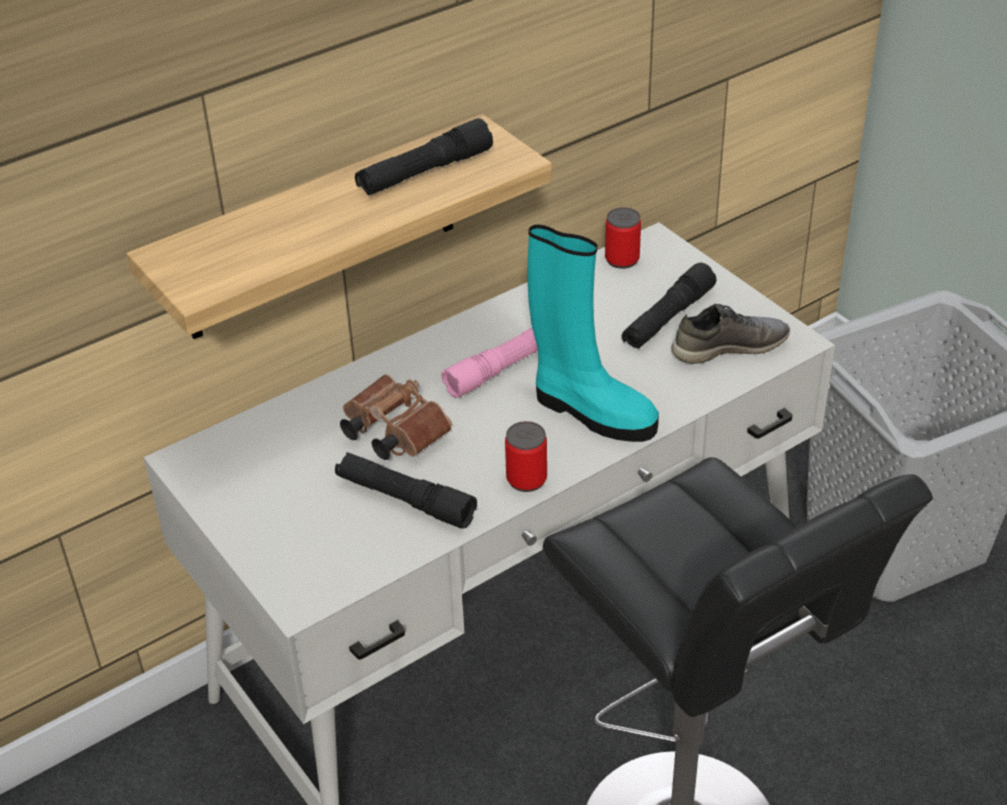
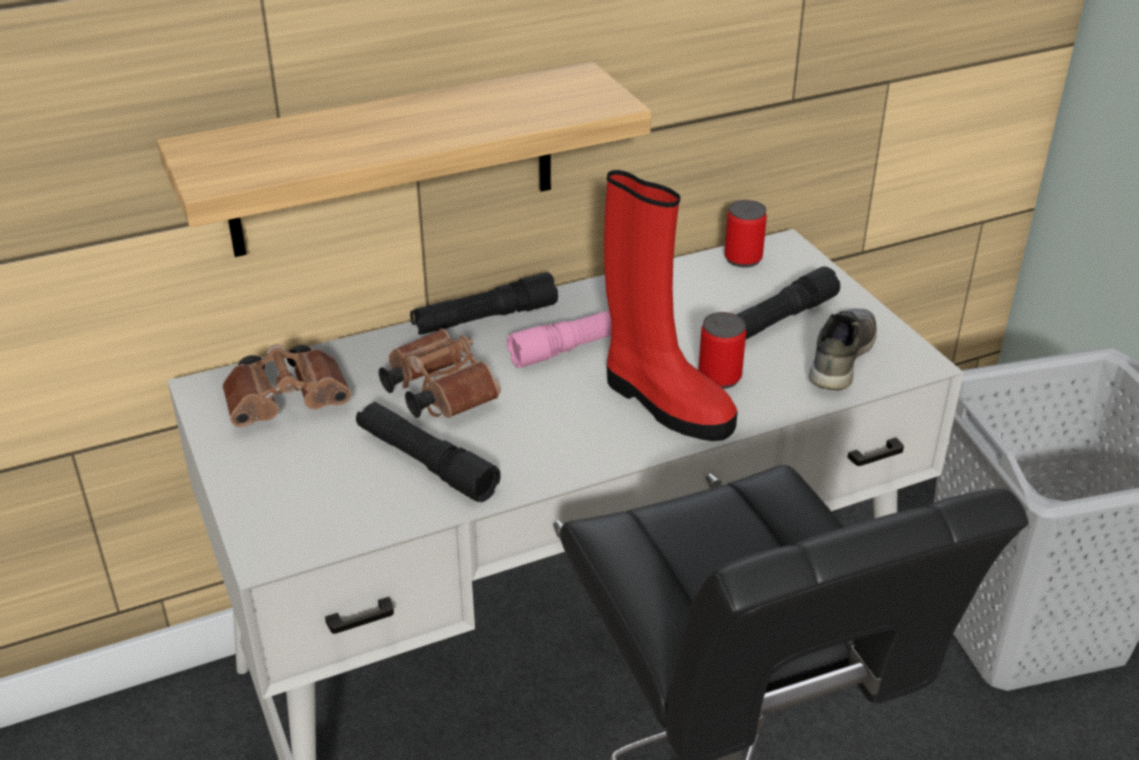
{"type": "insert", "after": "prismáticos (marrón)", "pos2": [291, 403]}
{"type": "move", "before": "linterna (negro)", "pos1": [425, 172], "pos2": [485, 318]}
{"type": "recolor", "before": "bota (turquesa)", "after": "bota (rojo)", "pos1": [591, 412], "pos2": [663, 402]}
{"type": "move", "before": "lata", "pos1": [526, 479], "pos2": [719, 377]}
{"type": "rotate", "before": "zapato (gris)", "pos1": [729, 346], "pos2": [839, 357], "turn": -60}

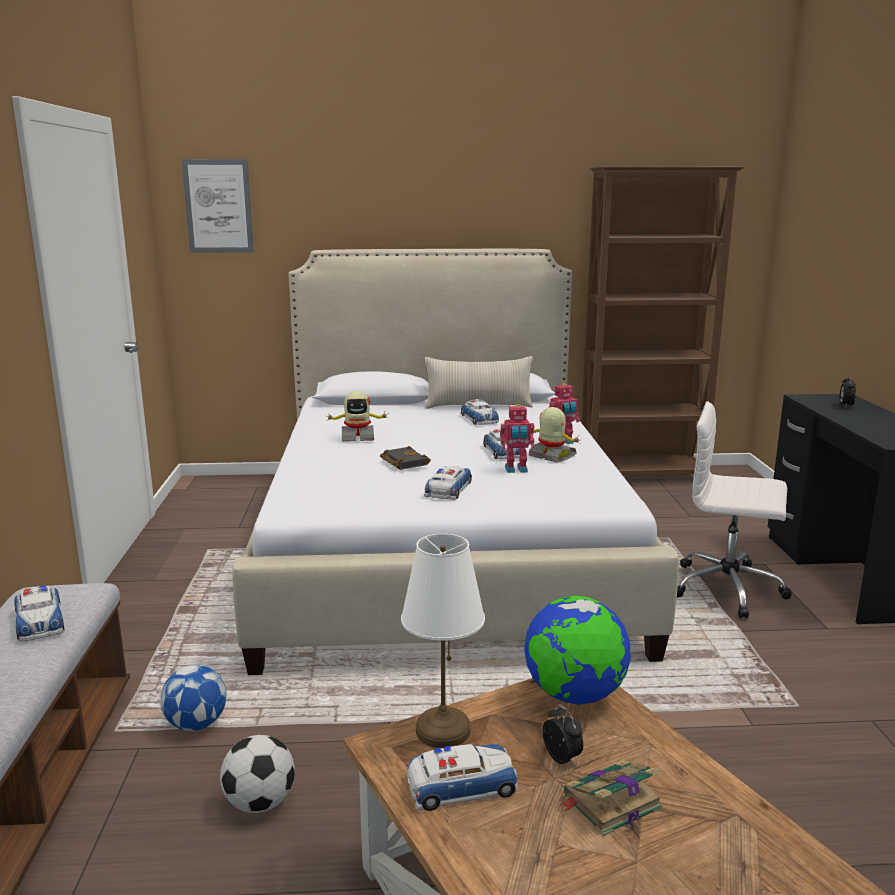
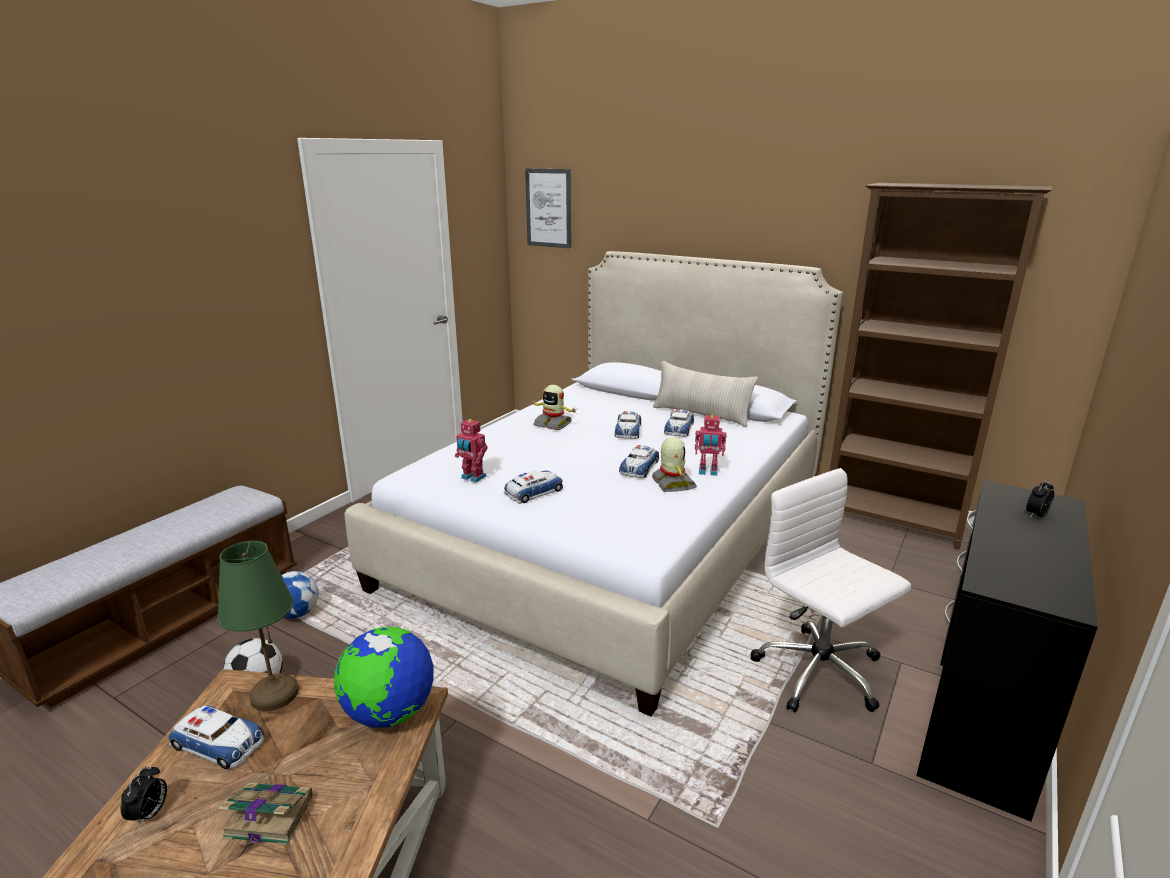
{"type": "move", "before": "despertador", "pos1": [562, 759], "pos2": [150, 814]}
{"type": "recolor", "before": "lámpara de mesa (blanco)", "after": "lámpara de mesa (verde)", "pos1": [443, 731], "pos2": [273, 695]}
{"type": "move", "before": "robot de juguete", "pos1": [516, 470], "pos2": [472, 478]}
{"type": "move", "before": "coche de juguete", "pos1": [40, 621], "pos2": [628, 430]}
{"type": "delete", "before": "libro (negro)", "pos1": [402, 462]}

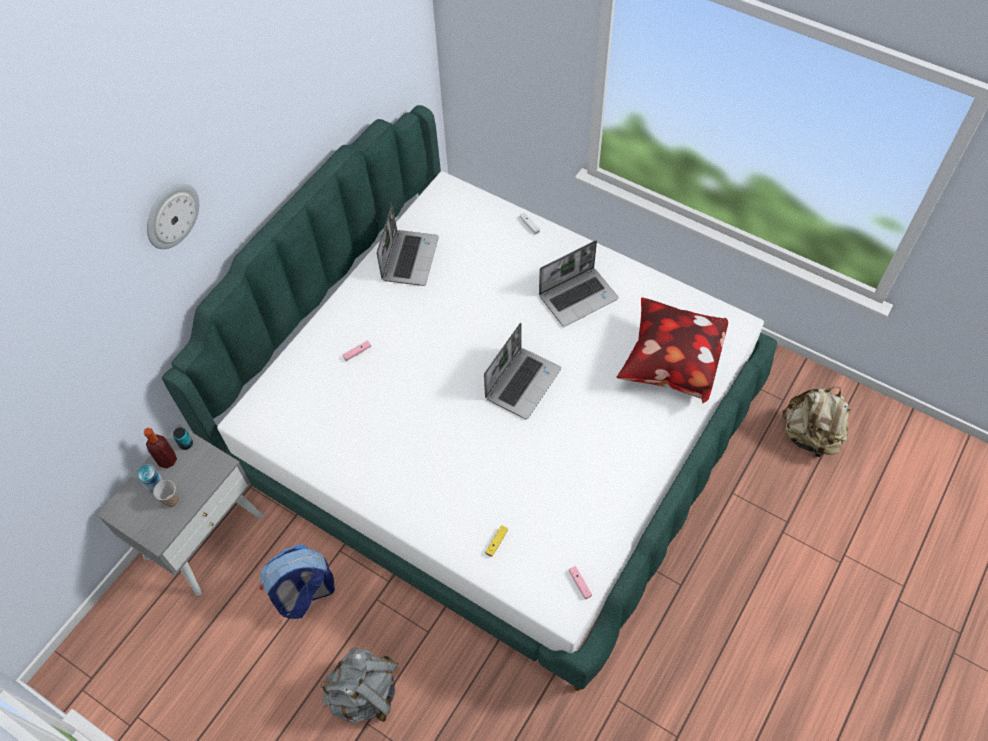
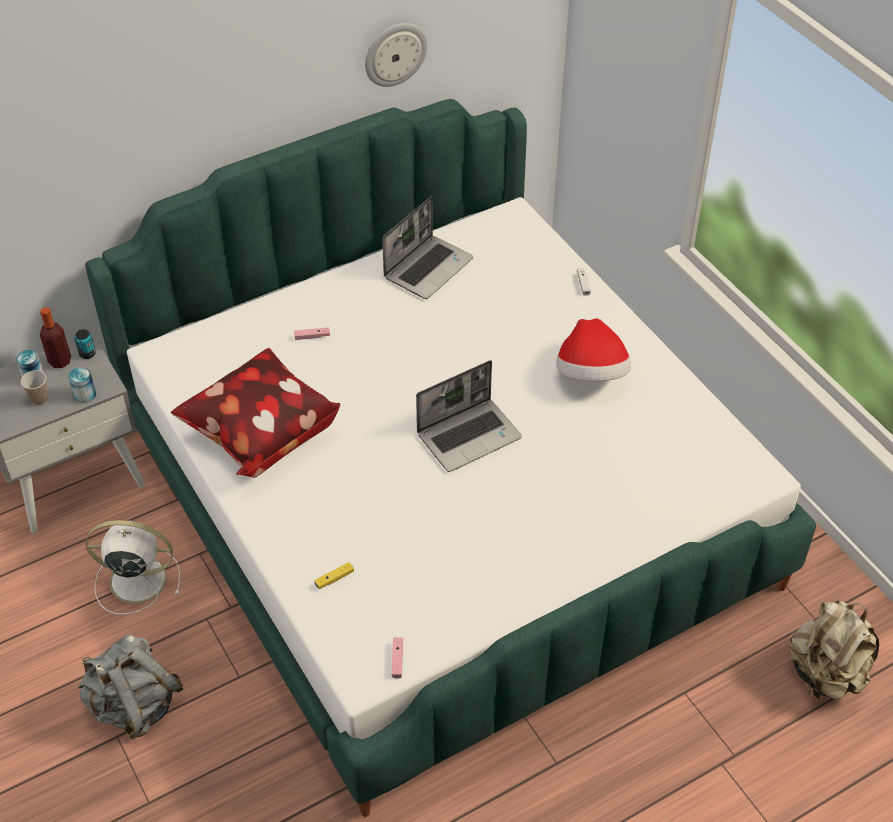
{"type": "insert", "after": "lata", "pos2": [85, 394]}
{"type": "replace", "before": "mochila", "after": "ventilador (blanco)", "pos1": [304, 595], "pos2": [135, 580]}
{"type": "move", "before": "cojín", "pos1": [669, 365], "pos2": [259, 435]}
{"type": "move", "before": "reloj de pared", "pos1": [171, 215], "pos2": [395, 53]}
{"type": "replace", "before": "portátil", "after": "sombrero", "pos1": [578, 296], "pos2": [591, 375]}

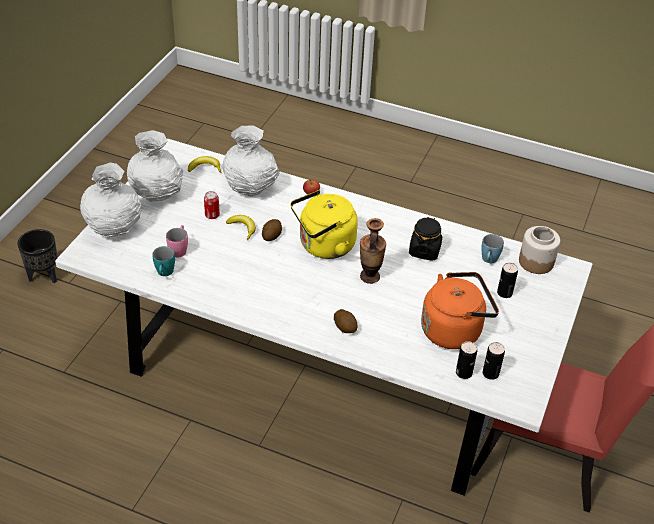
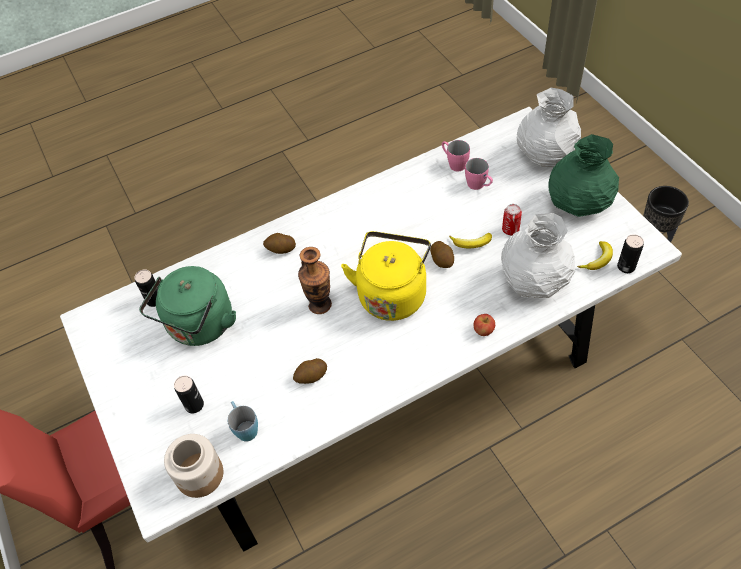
{"type": "recolor", "before": "hervidor (naranja)", "after": "hervidor (verde)", "pos1": [454, 330], "pos2": [199, 327]}
{"type": "replace", "before": "tarro (negro)", "after": "patata", "pos1": [424, 250], "pos2": [311, 377]}
{"type": "recolor", "before": "taza grande (turquesa)", "after": "taza grande (rosa)", "pos1": [164, 273], "pos2": [454, 163]}
{"type": "recolor", "before": "florero (blanco)", "after": "florero (verde)", "pos1": [157, 193], "pos2": [577, 204]}
{"type": "move", "before": "lata", "pos1": [490, 373], "pos2": [626, 267]}

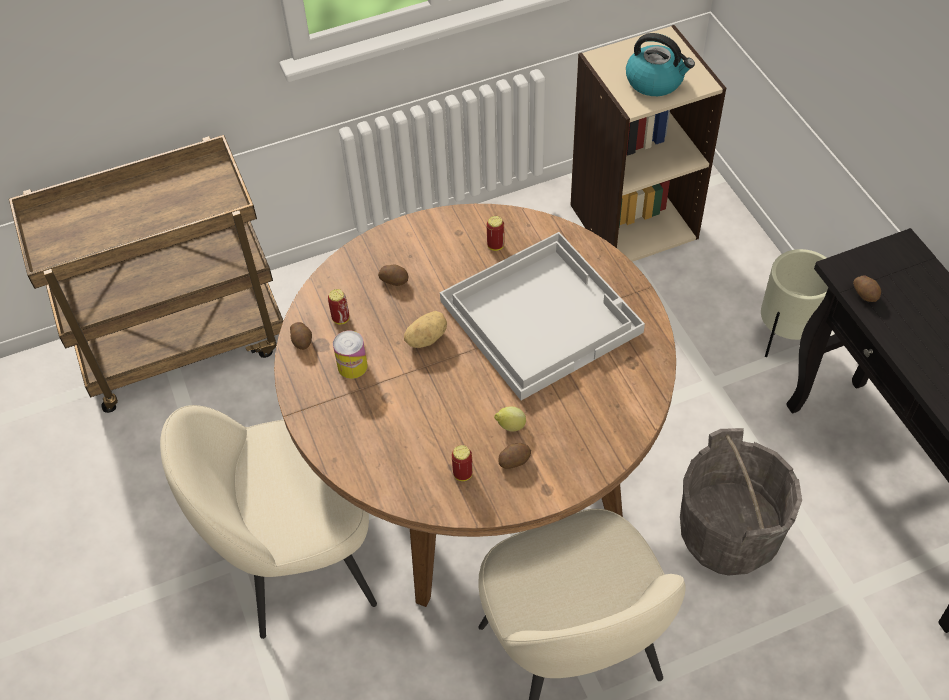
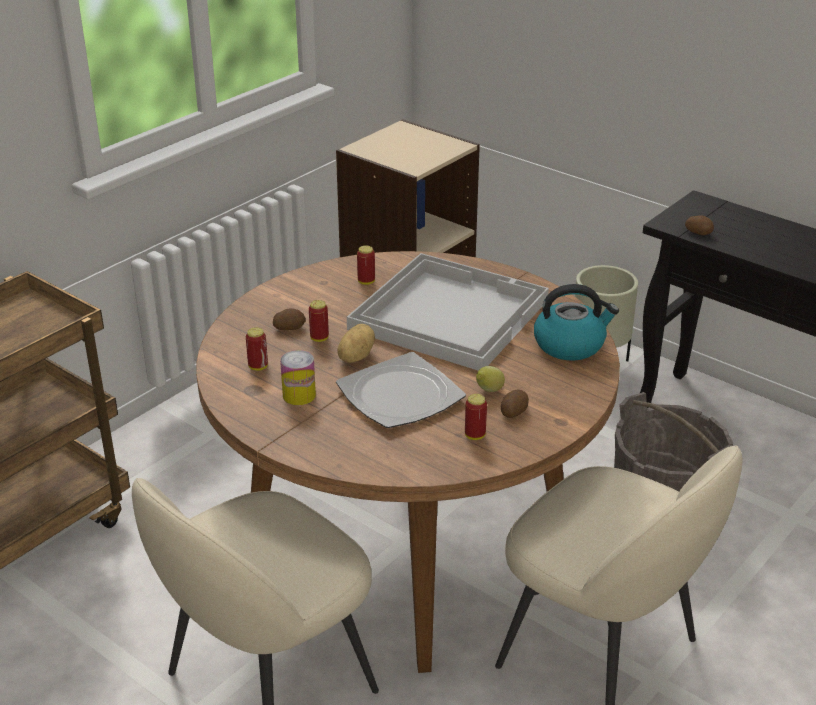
{"type": "insert", "after": "lata", "pos2": [319, 338]}
{"type": "insert", "after": "plato", "pos2": [399, 395]}
{"type": "move", "before": "hervidor", "pos1": [655, 81], "pos2": [570, 345]}
{"type": "delete", "before": "patata", "pos1": [302, 341]}

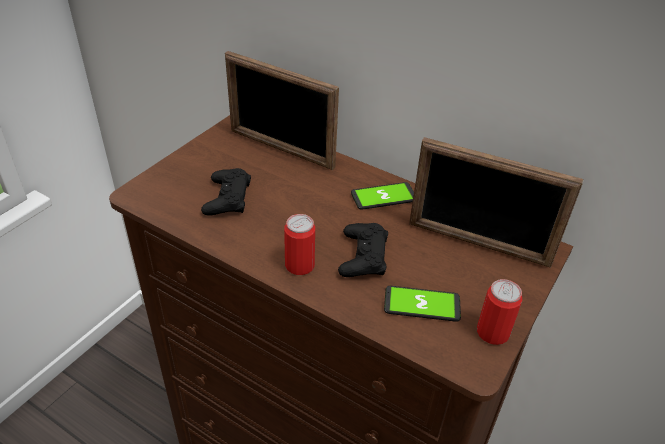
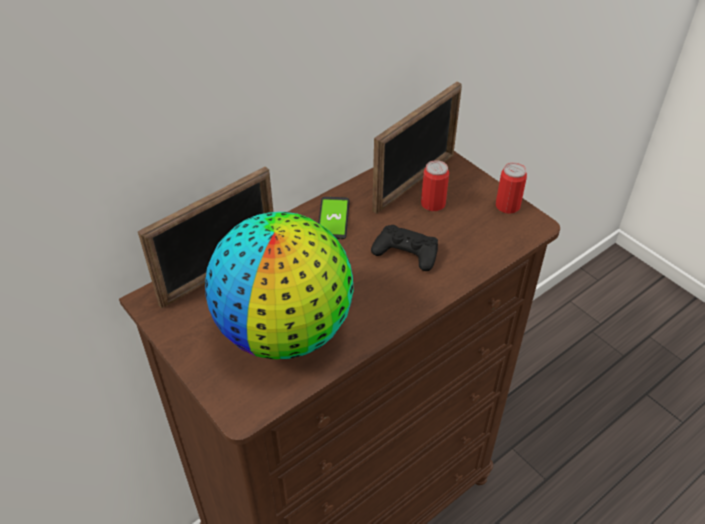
{"type": "replace", "before": "mando de consola (negro)", "after": "globo terráqueo", "pos1": [227, 198], "pos2": [285, 331]}
{"type": "move", "before": "lata", "pos1": [299, 265], "pos2": [433, 204]}
{"type": "delete", "before": "móvil", "pos1": [422, 304]}

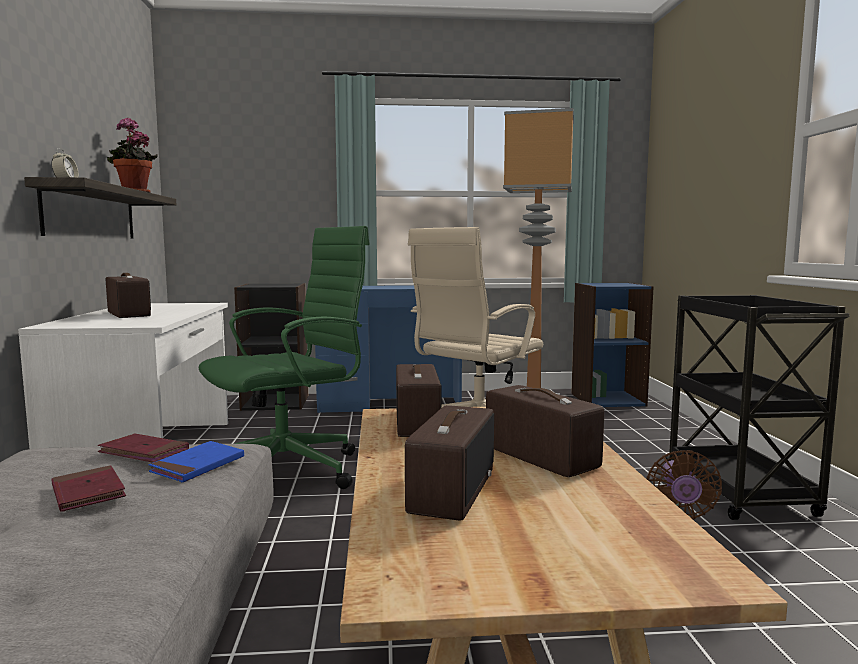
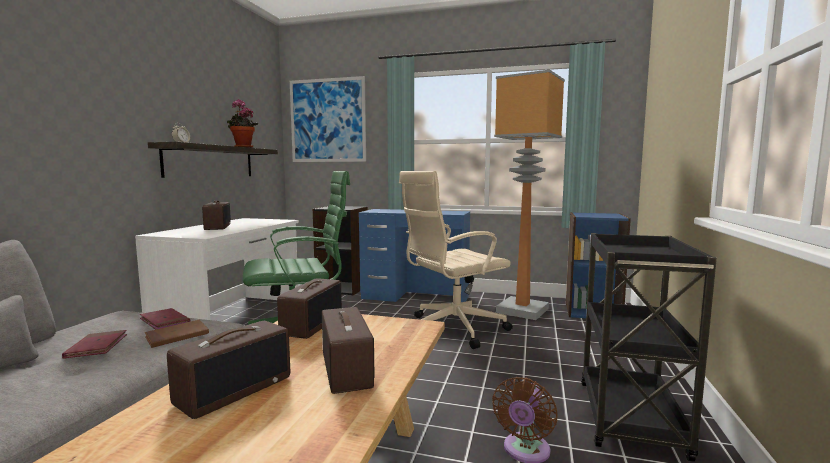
{"type": "recolor", "before": "libro (azul)", "after": "libro (marrón)", "pos1": [198, 465], "pos2": [177, 336]}
{"type": "insert", "after": "cuadro", "pos2": [327, 120]}

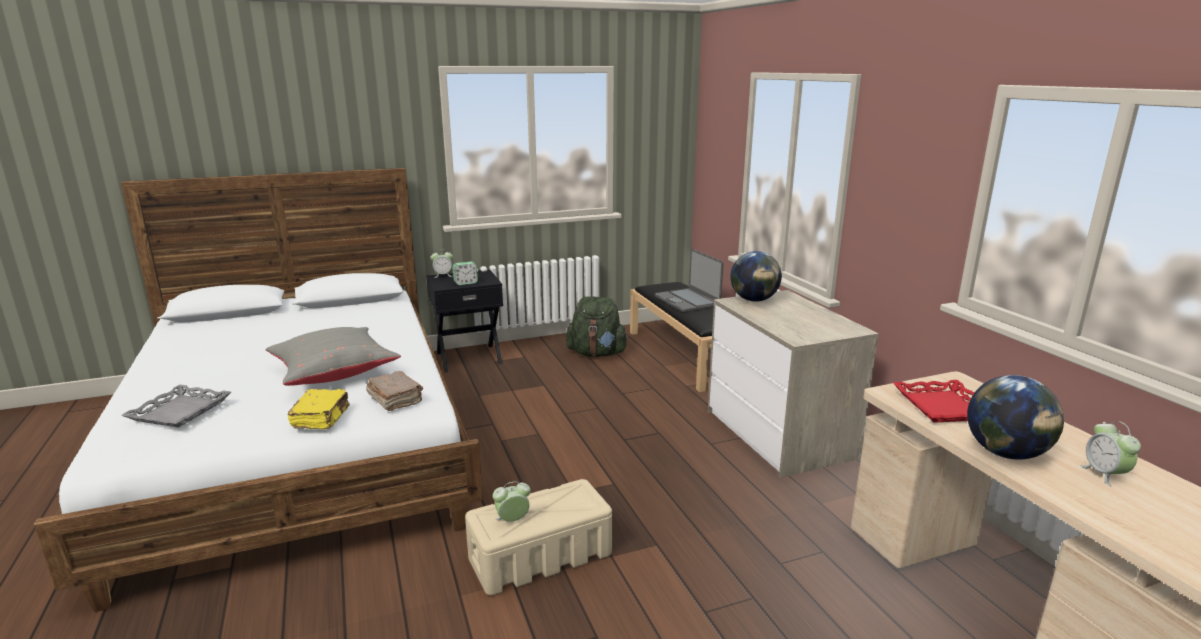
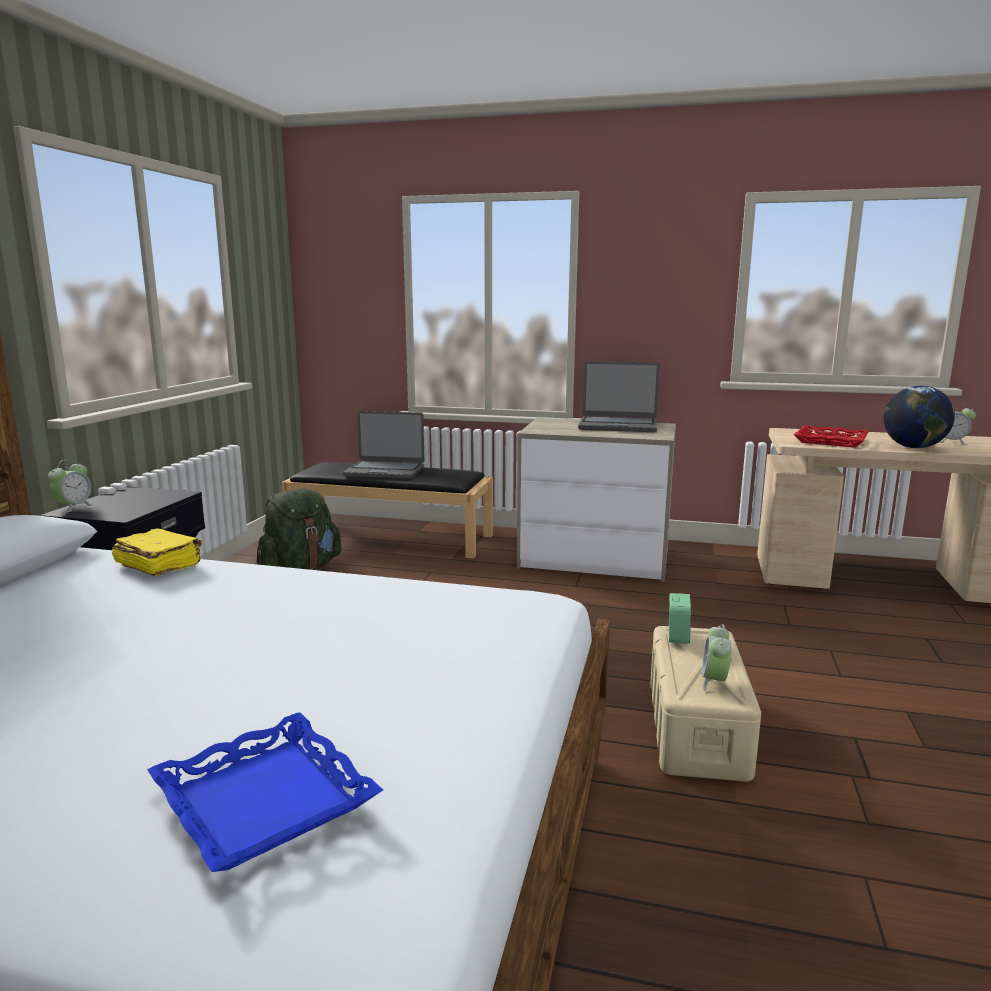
{"type": "move", "before": "libro (amarillo)", "pos1": [322, 418], "pos2": [158, 566]}
{"type": "recolor", "before": "bandeja (gris)", "after": "bandeja (azul)", "pos1": [180, 411], "pos2": [266, 800]}
{"type": "insert", "after": "portátil", "pos2": [618, 426]}
{"type": "move", "before": "despertador", "pos1": [465, 283], "pos2": [678, 636]}
{"type": "delete", "before": "cojín (gris)", "pos1": [333, 373]}
{"type": "delete", "before": "libro (marrón)", "pos1": [395, 400]}
{"type": "delete", "before": "globo terráqueo", "pos1": [754, 300]}

